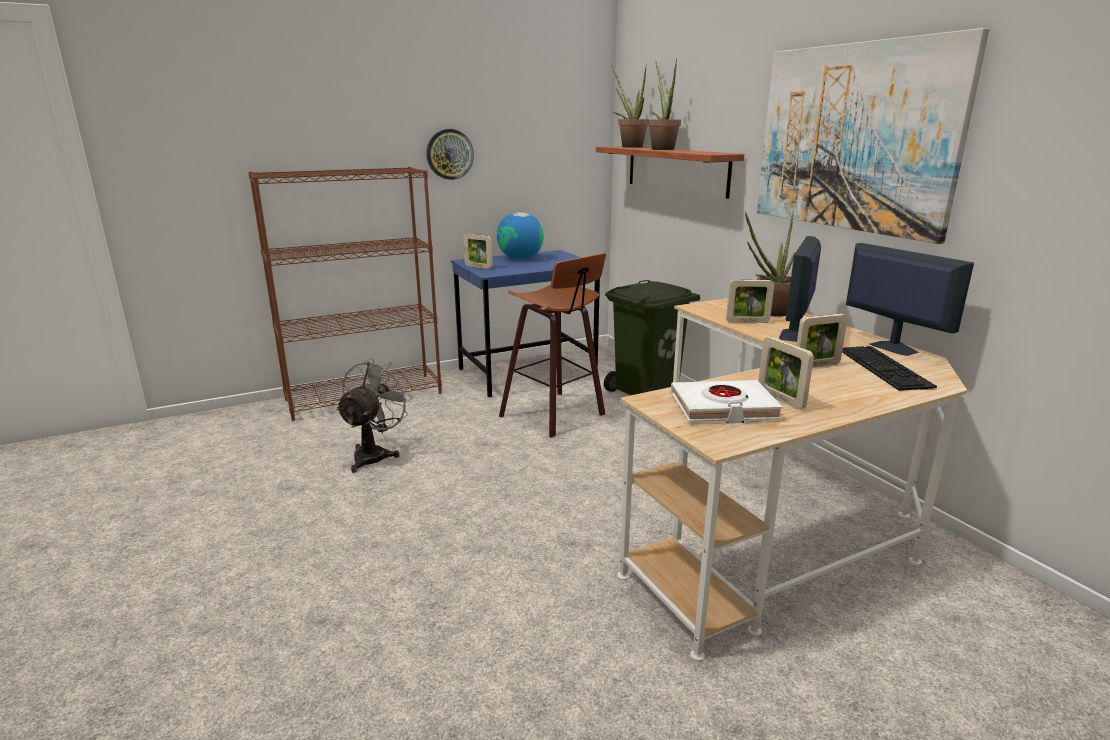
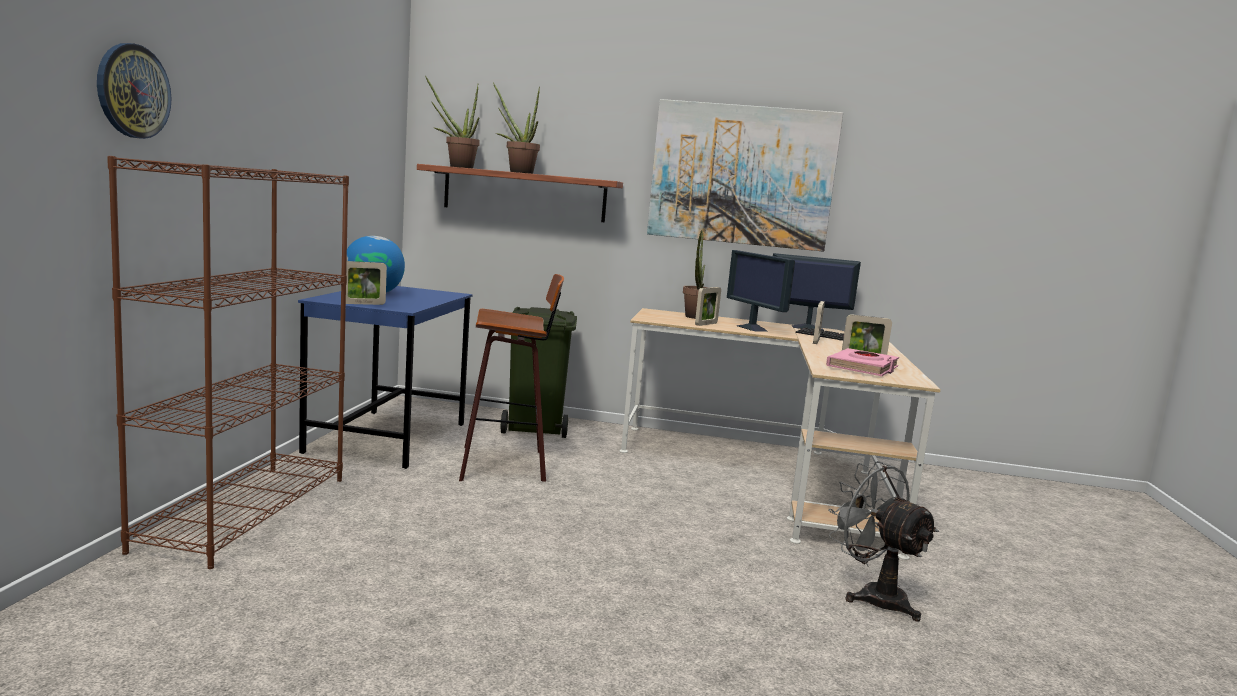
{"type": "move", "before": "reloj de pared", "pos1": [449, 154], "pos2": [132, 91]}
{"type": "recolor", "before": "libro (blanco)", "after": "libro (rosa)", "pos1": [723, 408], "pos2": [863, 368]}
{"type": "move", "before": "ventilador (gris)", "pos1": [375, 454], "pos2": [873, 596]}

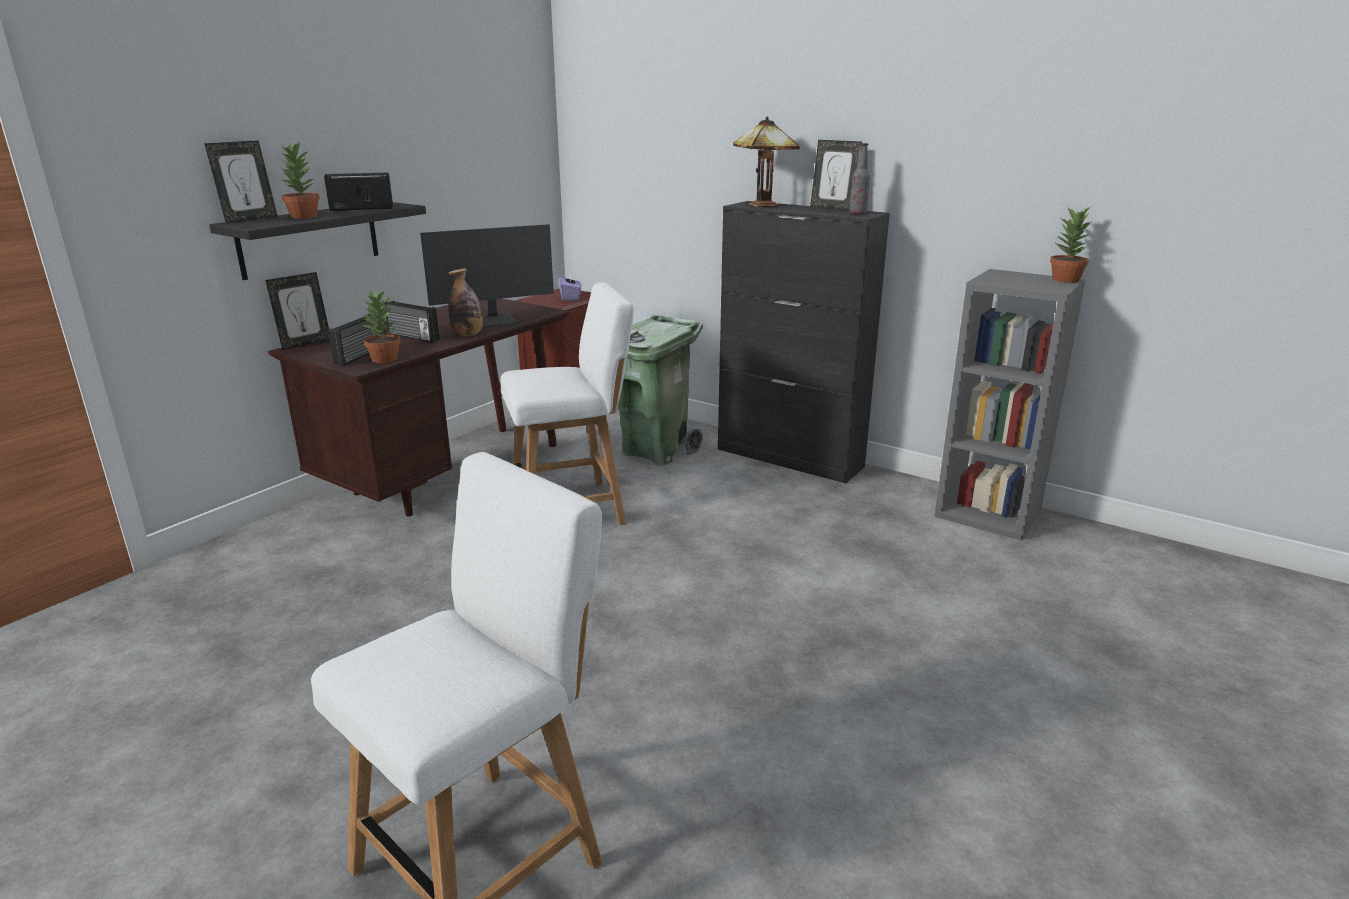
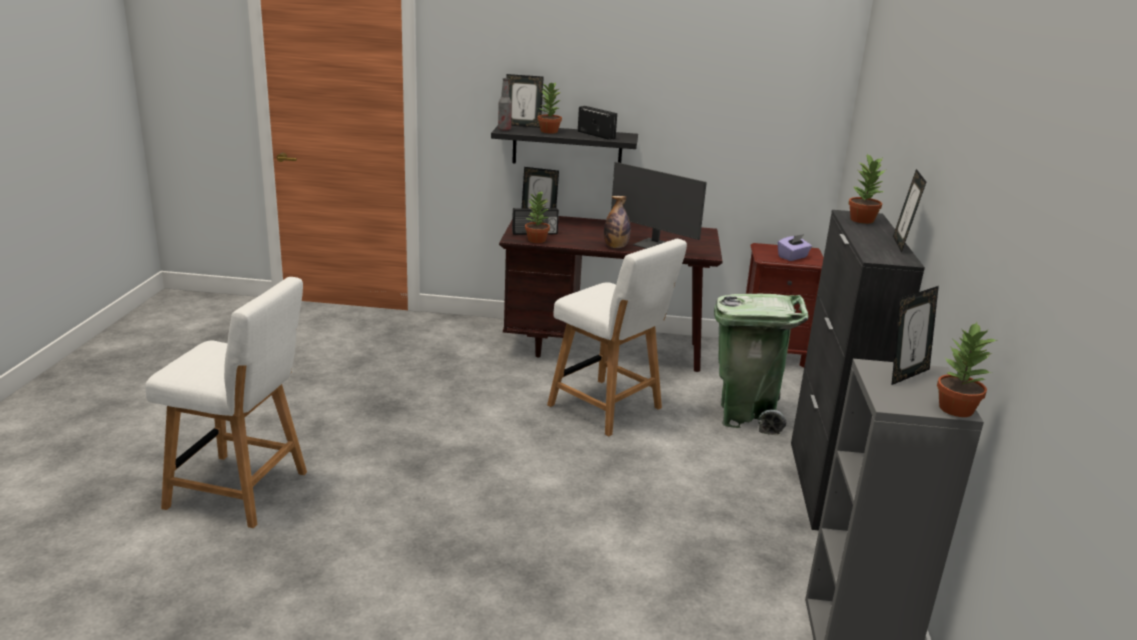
{"type": "move", "before": "botella", "pos1": [858, 213], "pos2": [504, 130]}
{"type": "replace", "before": "lámpara de mesa", "after": "planta en maceta", "pos1": [761, 205], "pos2": [862, 220]}
{"type": "insert", "after": "portarretratos", "pos2": [906, 375]}
{"type": "delete", "before": "radio", "pos1": [413, 337]}

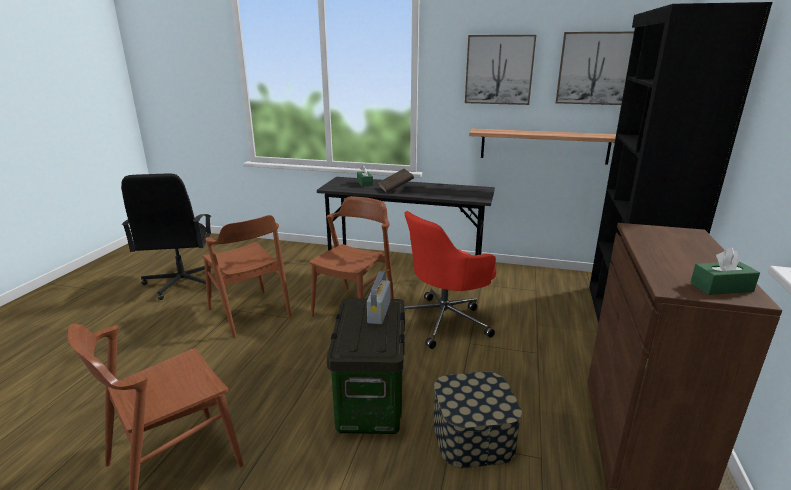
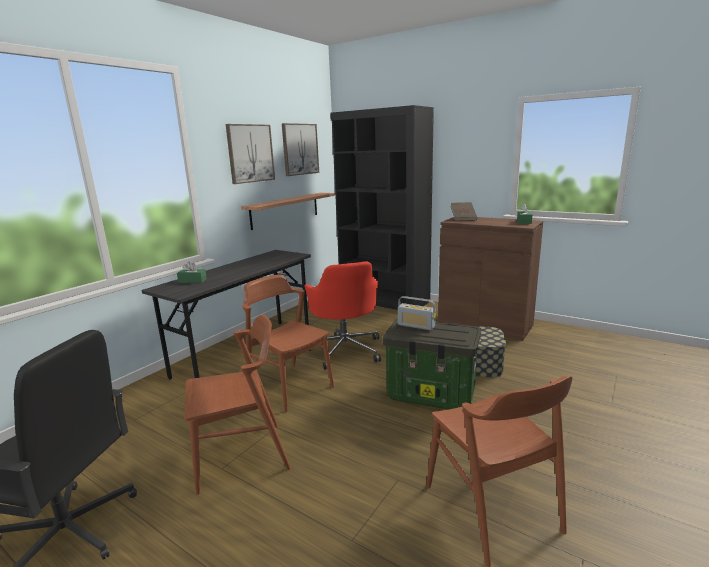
{"type": "move", "before": "libro (marrón)", "pos1": [395, 189], "pos2": [463, 218]}

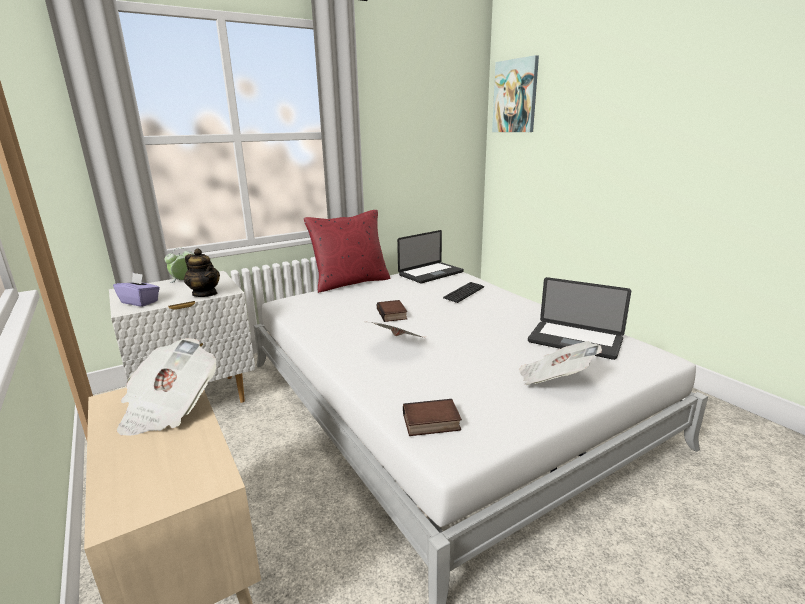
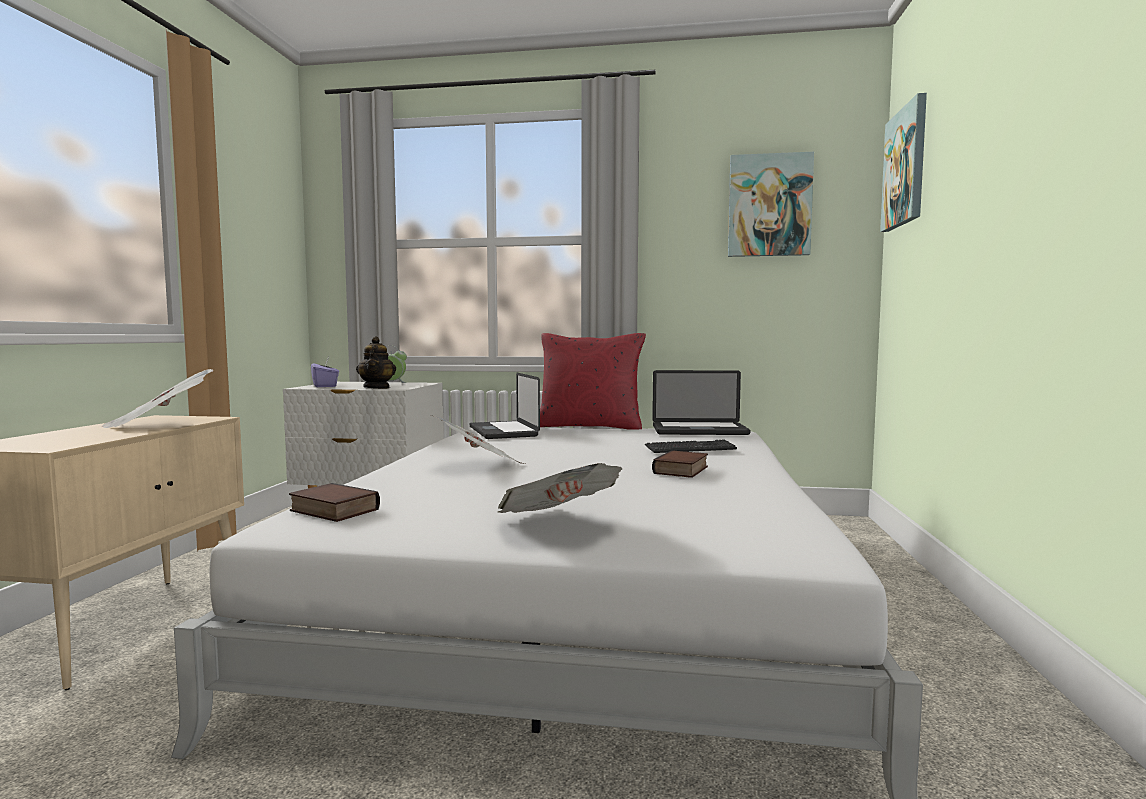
{"type": "move", "before": "portátil", "pos1": [575, 341], "pos2": [503, 431]}
{"type": "move", "before": "libro", "pos1": [393, 314], "pos2": [682, 470]}
{"type": "insert", "after": "cuadro", "pos2": [769, 205]}

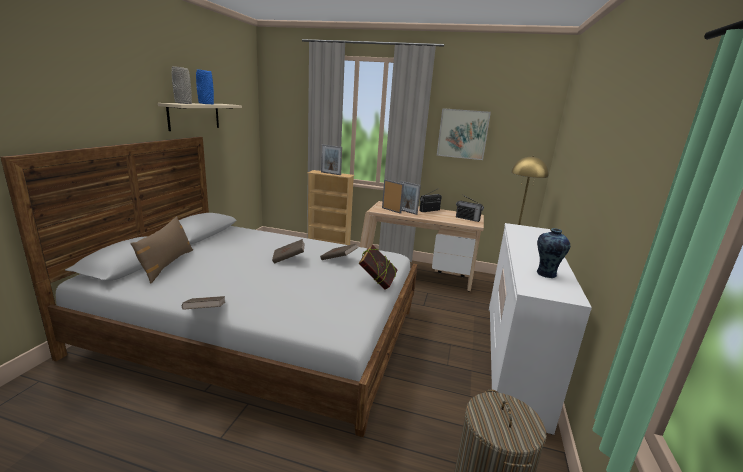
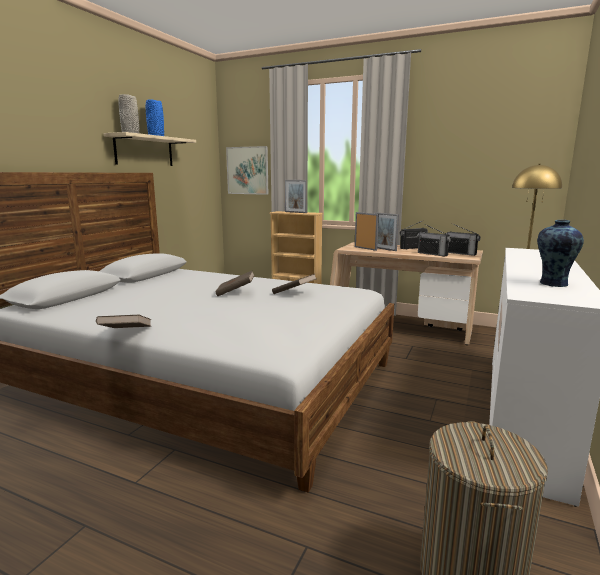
{"type": "move", "before": "cuadro", "pos1": [462, 134], "pos2": [247, 170]}
{"type": "insert", "after": "radio", "pos2": [432, 254]}
{"type": "delete", "before": "cojín (marrón)", "pos1": [167, 264]}
{"type": "delete", "before": "libro", "pos1": [377, 283]}

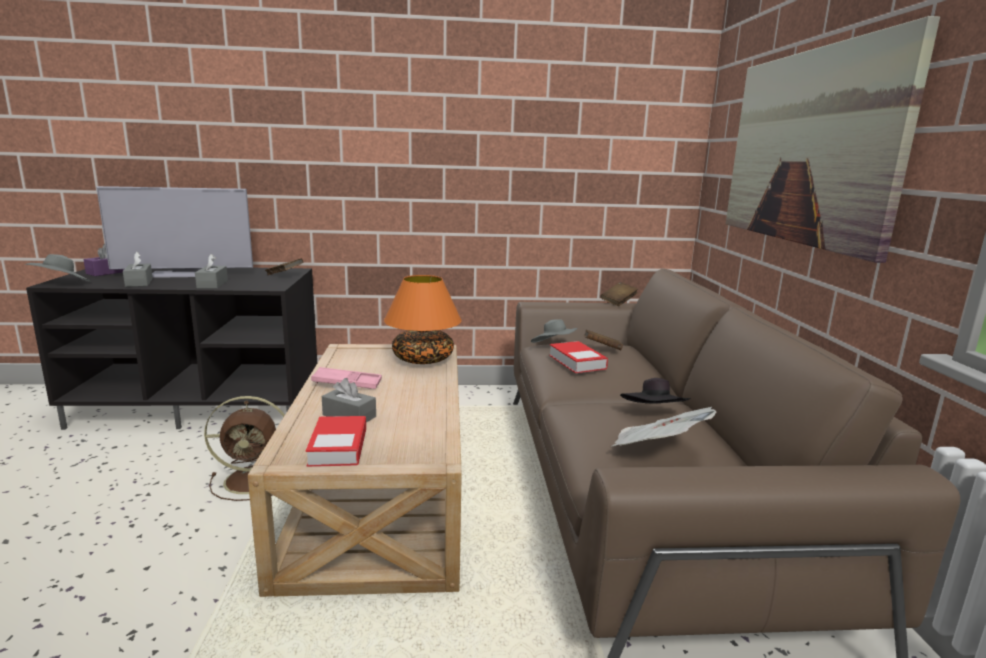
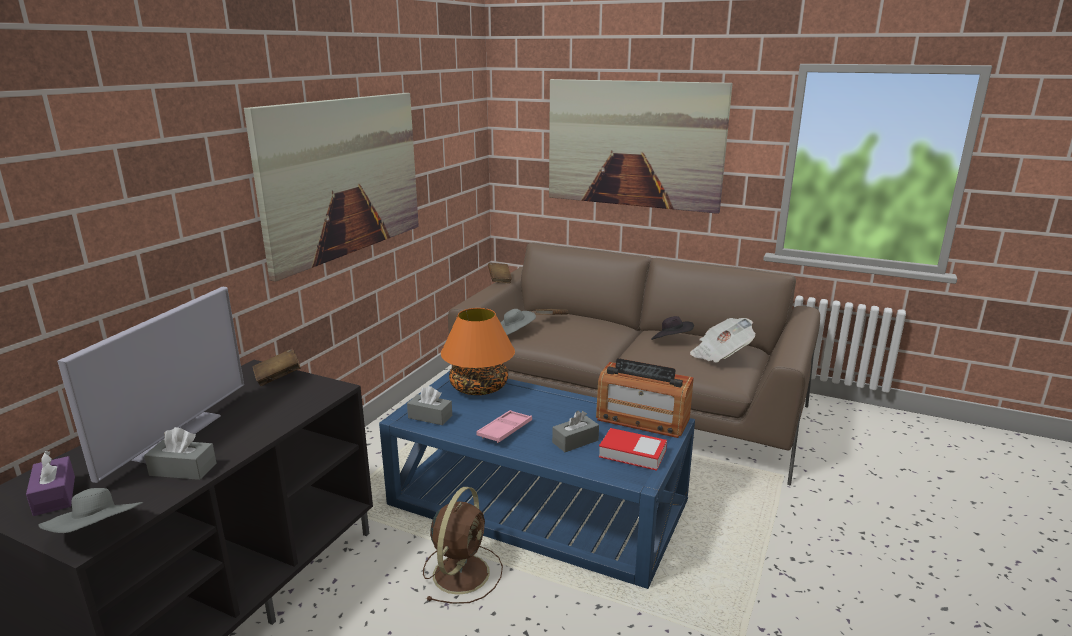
{"type": "insert", "after": "cuadro", "pos2": [343, 177]}
{"type": "recolor", "before": "mesa de centro (beis)", "after": "mesa de centro (azul)", "pos1": [383, 488], "pos2": [538, 501]}
{"type": "move", "before": "caja de pañuelos (gris)", "pos1": [212, 284], "pos2": [430, 417]}
{"type": "insert", "after": "radio", "pos2": [642, 419]}
{"type": "delete", "before": "libro", "pos1": [577, 362]}

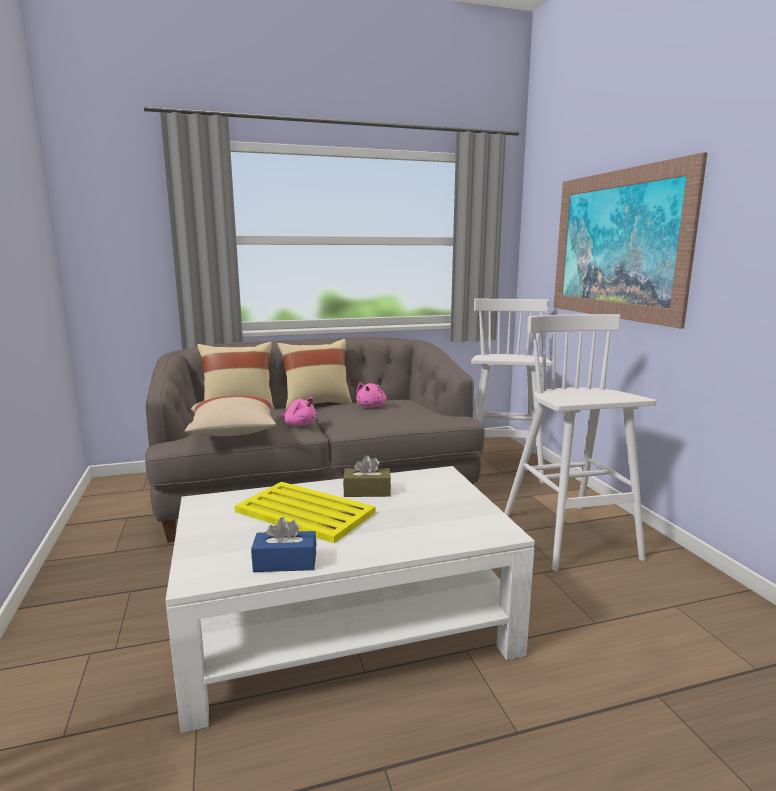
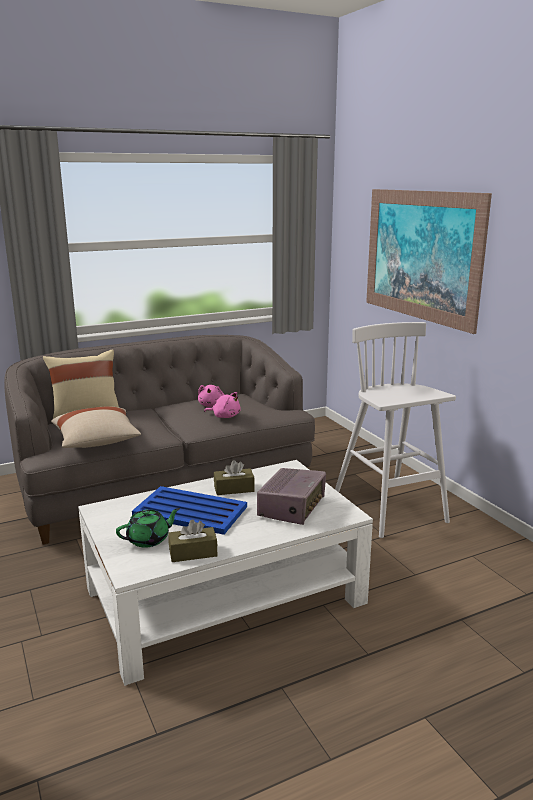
{"type": "insert", "after": "tetera (verde)", "pos2": [149, 539]}
{"type": "recolor", "before": "bandeja (amarillo)", "after": "bandeja (azul)", "pos1": [304, 512], "pos2": [189, 511]}
{"type": "recolor", "before": "caja de pañuelos (azul)", "after": "caja de pañuelos (marrón)", "pos1": [285, 562], "pos2": [193, 553]}
{"type": "move", "before": "peluche (rosa)", "pos1": [299, 424], "pos2": [225, 416]}
{"type": "insert", "after": "radio", "pos2": [292, 508]}
{"type": "delete", "before": "cojín (beis)", "pos1": [316, 404]}
{"type": "delete", "before": "taburete (blanco)", "pos1": [503, 466]}

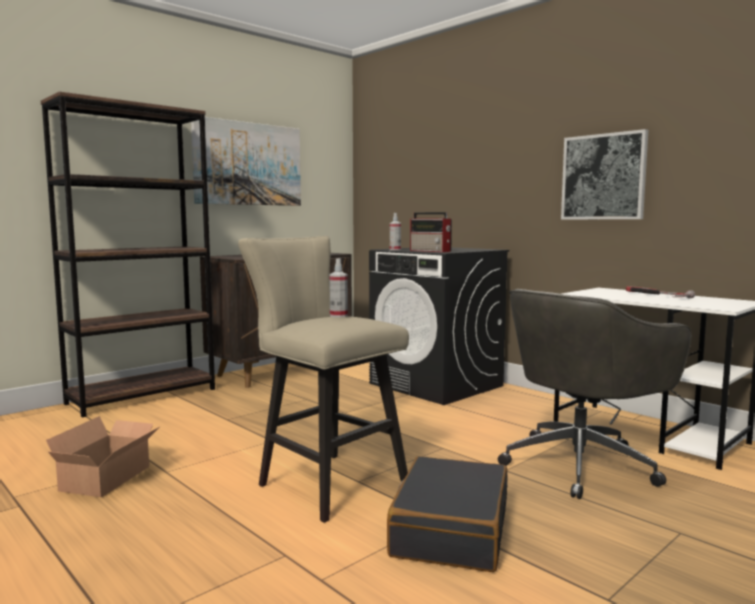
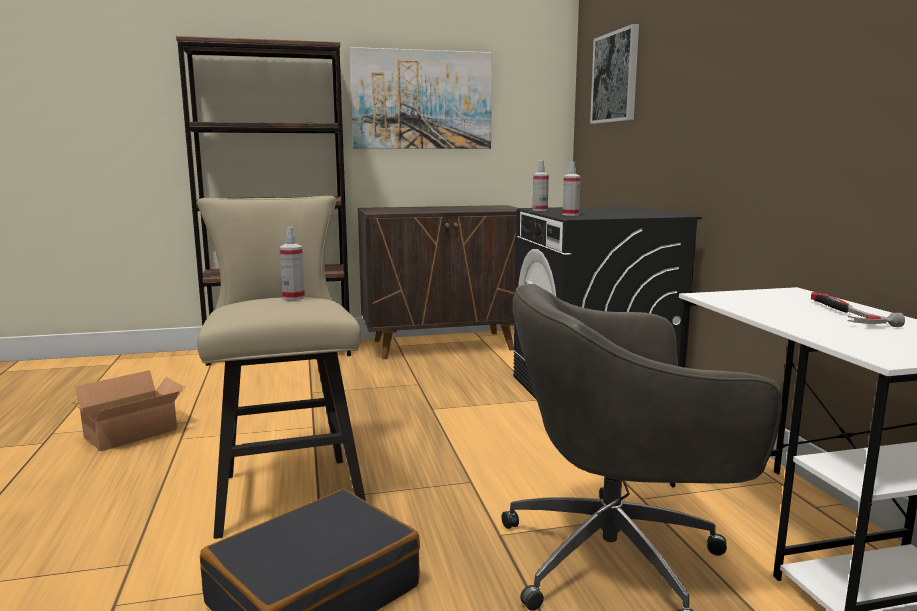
{"type": "replace", "before": "radio", "after": "pulverizador", "pos1": [431, 251], "pos2": [570, 214]}
{"type": "move", "before": "cuadro", "pos1": [603, 177], "pos2": [615, 77]}

